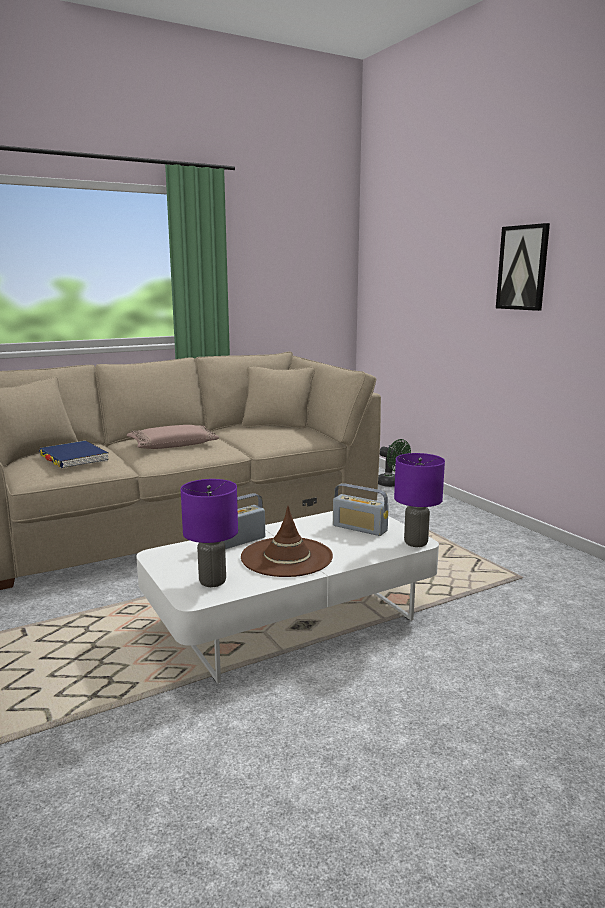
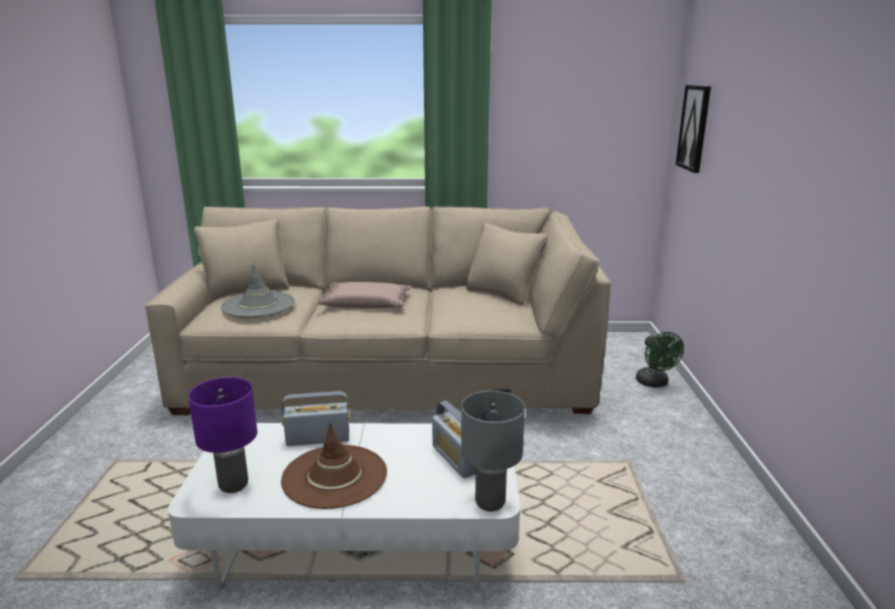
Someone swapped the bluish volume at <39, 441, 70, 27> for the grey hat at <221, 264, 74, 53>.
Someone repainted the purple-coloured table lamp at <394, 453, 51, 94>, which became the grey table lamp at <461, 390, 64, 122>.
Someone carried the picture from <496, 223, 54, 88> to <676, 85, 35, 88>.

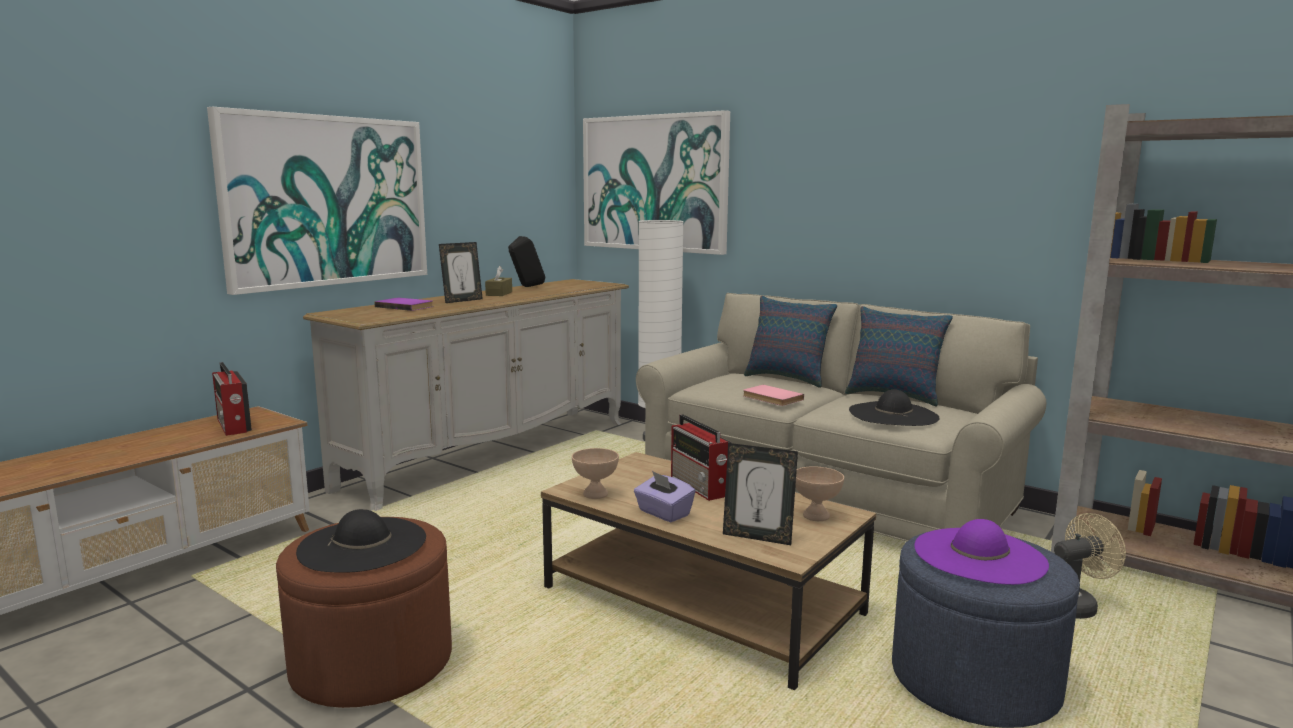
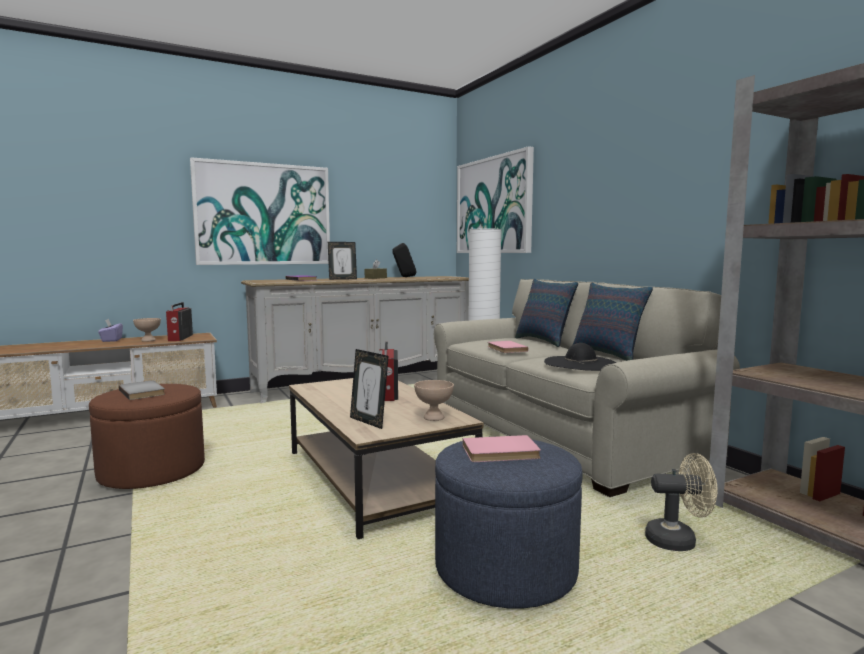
Someone carried the purple-coloured tissue holder from <634, 471, 61, 51> to <98, 319, 25, 23>.
Someone swapped the black-coloured hat at <296, 509, 130, 64> for the grey volume at <119, 380, 46, 20>.
Someone carried the beige-coloured bowl from <572, 448, 47, 51> to <133, 318, 28, 24>.
Someone swapped the purple-coloured hat at <915, 519, 134, 66> for the pink-coloured volume at <462, 435, 79, 27>.

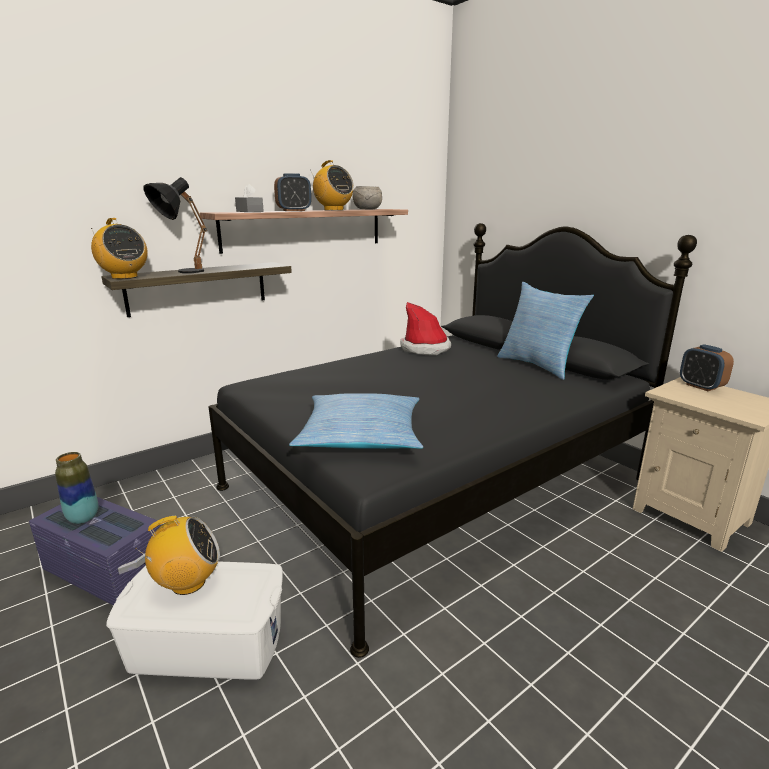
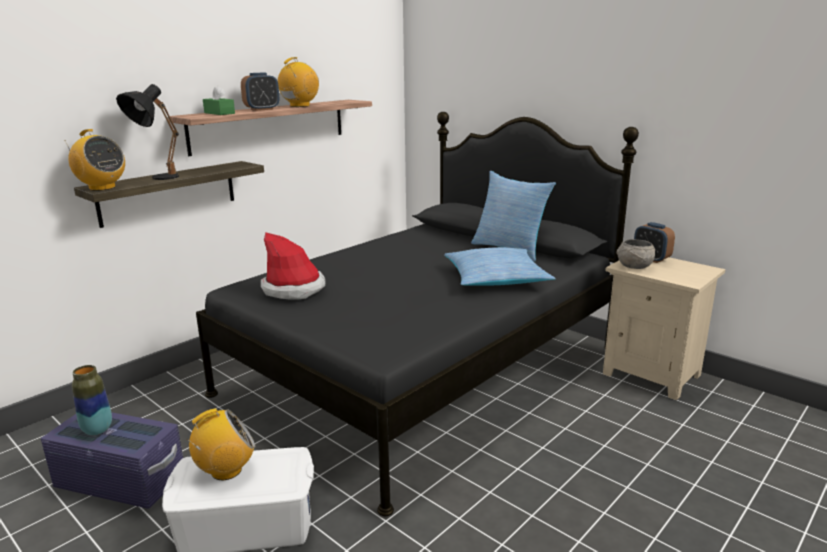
Someone repainted the grey tissue holder at <235, 183, 29, 29>, which became the greenish tissue holder at <203, 85, 32, 30>.
Someone carried the hat from <400, 302, 51, 53> to <261, 232, 65, 68>.
Someone rotated the radio set at <311, 160, 43, 51> by 90 degrees counterclockwise.
Someone carried the cushion from <289, 393, 134, 56> to <444, 247, 112, 39>.
Someone carried the grey bowl from <353, 186, 29, 24> to <616, 239, 39, 30>.

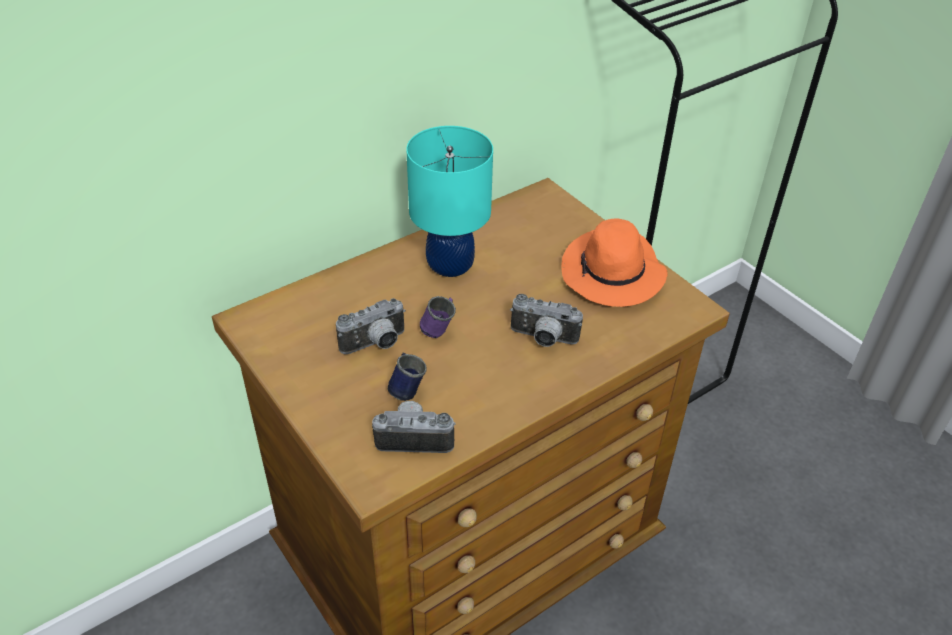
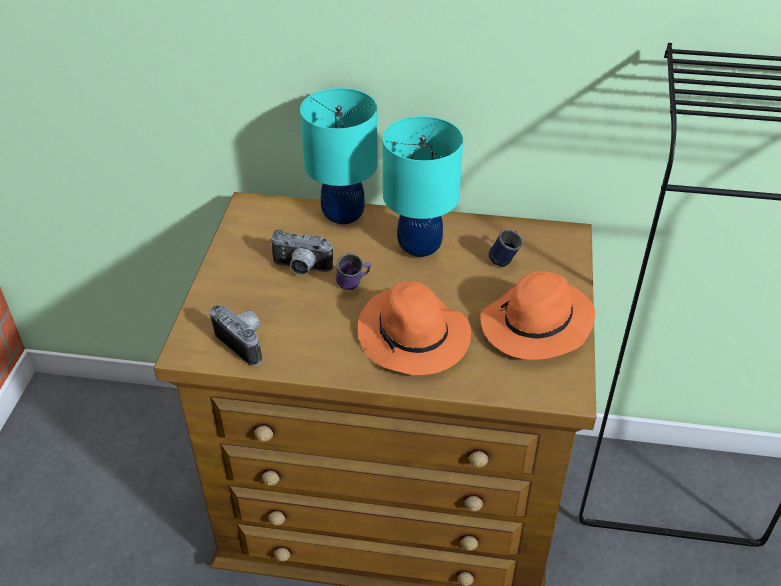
Someone put down the turquoise table lamp at <300, 88, 78, 136>.
Someone swapped the photo camera at <510, 294, 73, 53> for the orange-coloured hat at <358, 281, 113, 94>.
Someone carried the bluish tea mug from <387, 353, 40, 48> to <488, 229, 35, 38>.

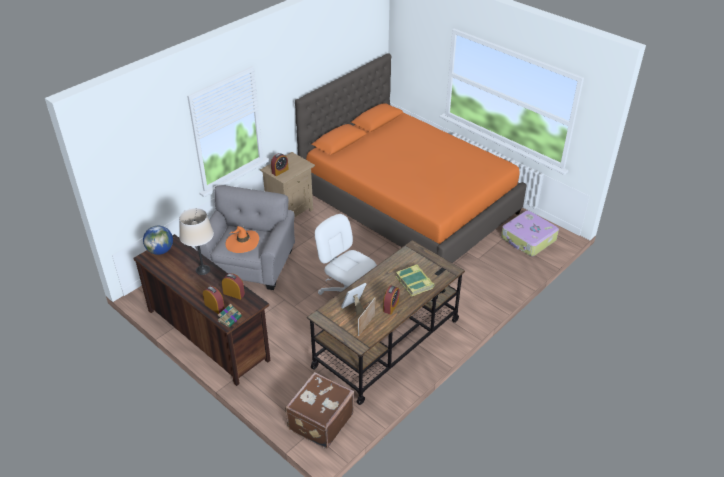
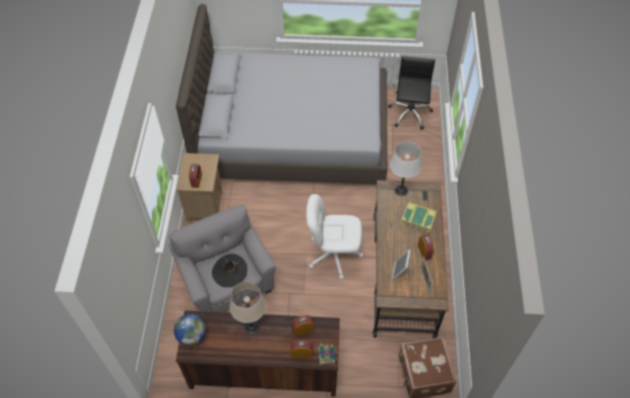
Someone repainted the orange-coloured bedroom bed at <295, 53, 231, 210>, which became the grey bedroom bed at <176, 4, 211, 181>.
Someone repainted the orange-coloured hat at <226, 225, 33, 28>, which became the black-coloured hat at <212, 254, 36, 33>.
Someone swapped the piece of luggage at <501, 210, 58, 46> for the black-coloured desk chair at <388, 56, 47, 74>.
Someone put down the white table lamp at <390, 142, 32, 54>.

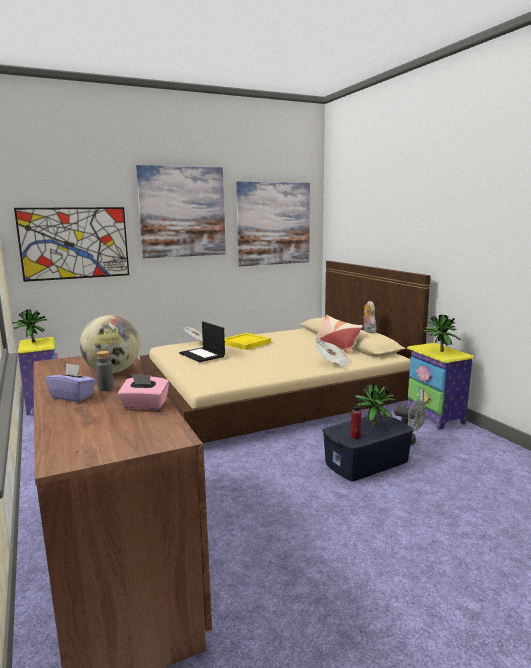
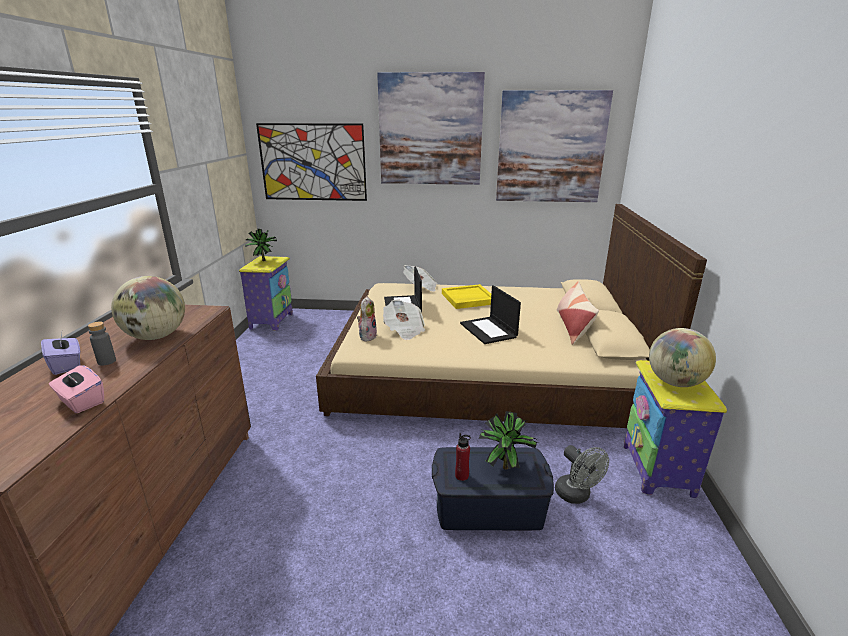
Someone carried the soft toy from <363, 301, 13, 32> to <357, 296, 20, 46>.
Someone carried the printed paper from <316, 341, 34, 27> to <383, 299, 42, 41>.
Someone put down the portable computer at <460, 285, 61, 59>.
Someone swapped the plant in a pot at <424, 315, 36, 37> for the globe at <649, 328, 67, 59>.

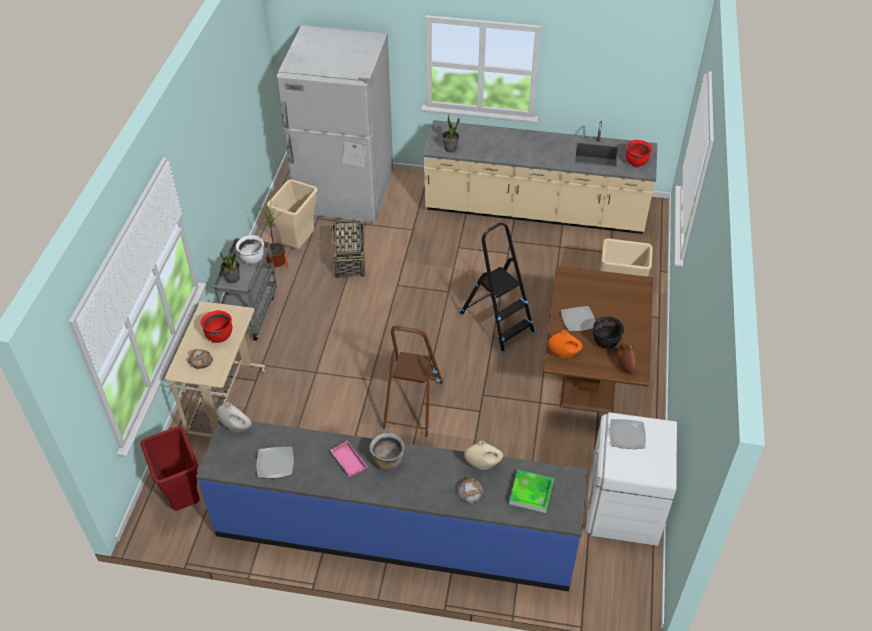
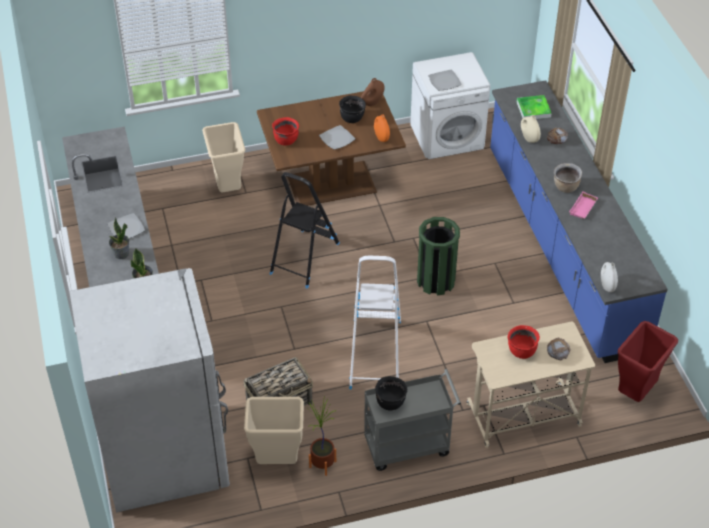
Someone carried the dinner plate from <257, 447, 37, 31> to <108, 213, 37, 25>.
Someone carried the plant in a pot from <220, 251, 20, 33> to <109, 217, 20, 42>.
Someone carried the red-coloured stockpot from <626, 140, 26, 27> to <272, 117, 27, 29>.
Someone put down the white stepladder at <349, 256, 52, 134>.
Someone repainted the white stockpot at <236, 235, 28, 29>, which became the black-coloured stockpot at <375, 376, 32, 34>.
Someone swapped the brownish stepladder at <382, 326, 61, 114> for the greenish waste bin at <417, 217, 43, 79>.

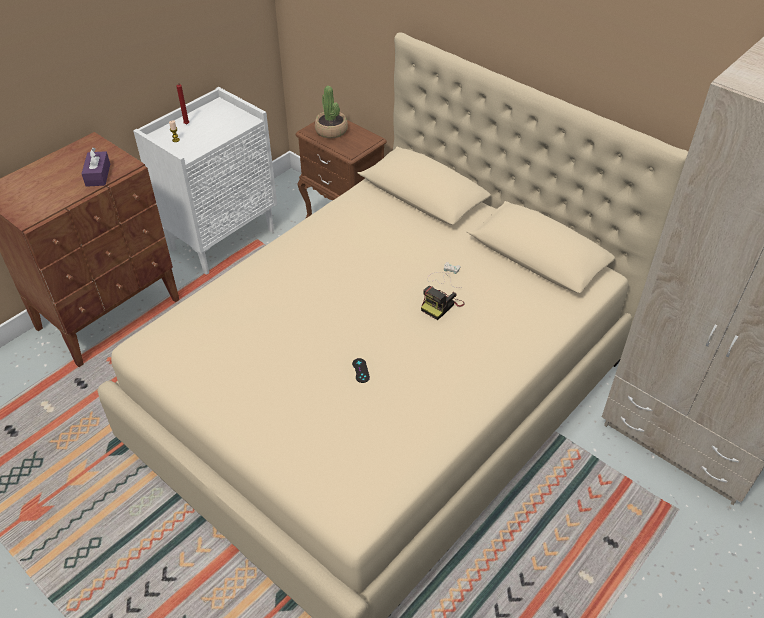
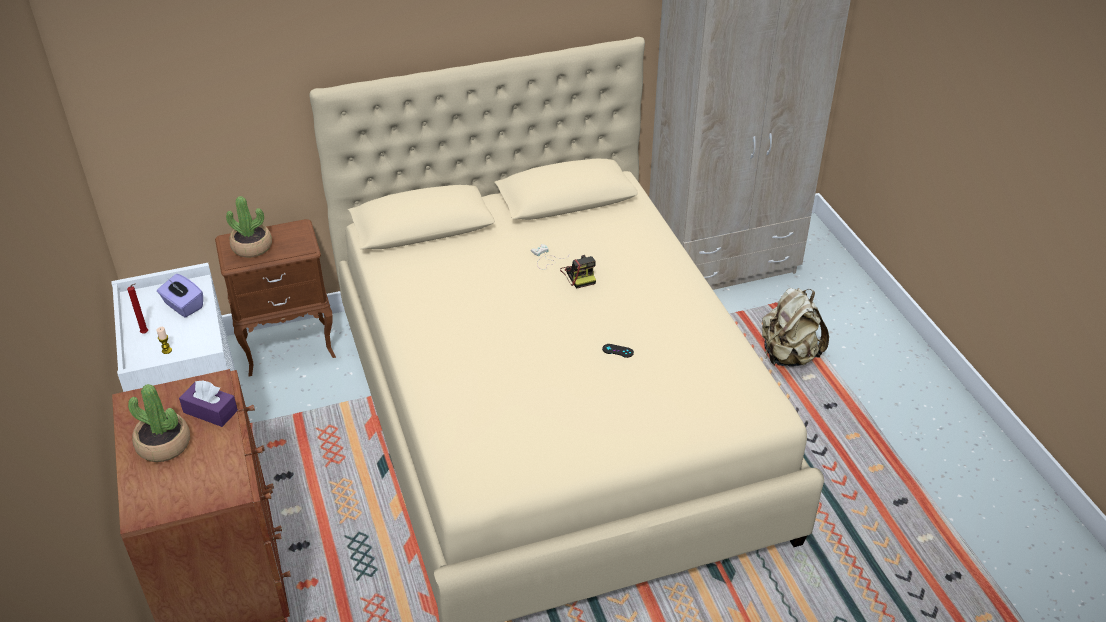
Someone put down the plant in a pot at <128, 384, 62, 78>.
Someone put down the purple-coloured tissue holder at <157, 274, 46, 43>.
Someone put down the beige-coloured knapsack at <762, 288, 67, 79>.

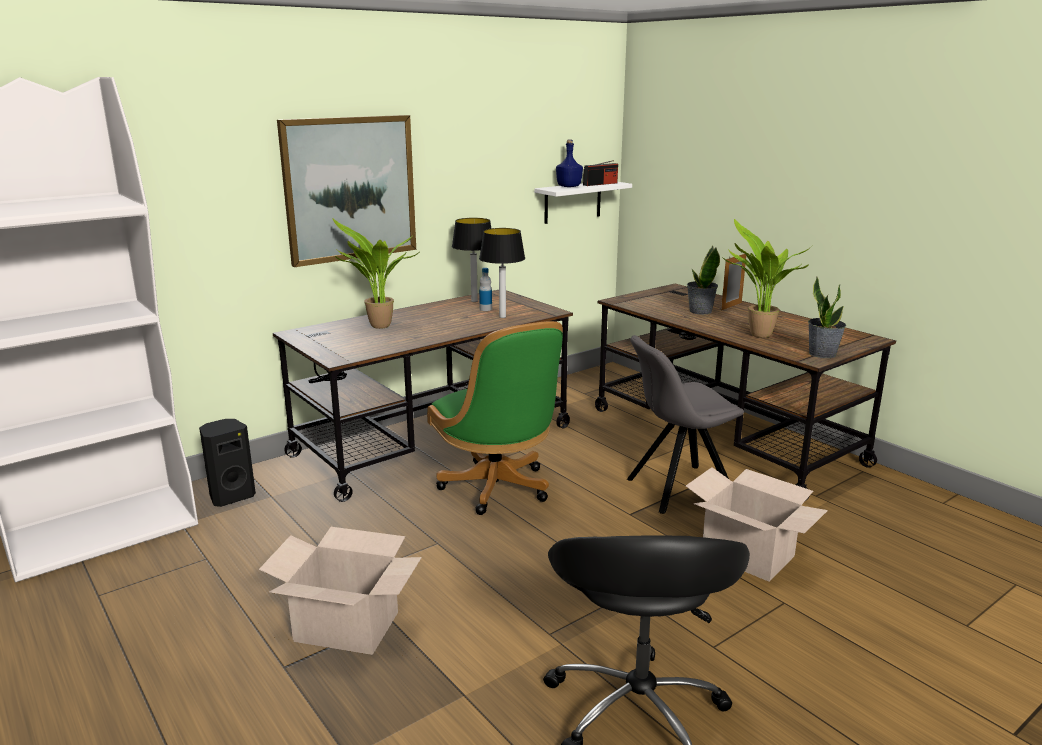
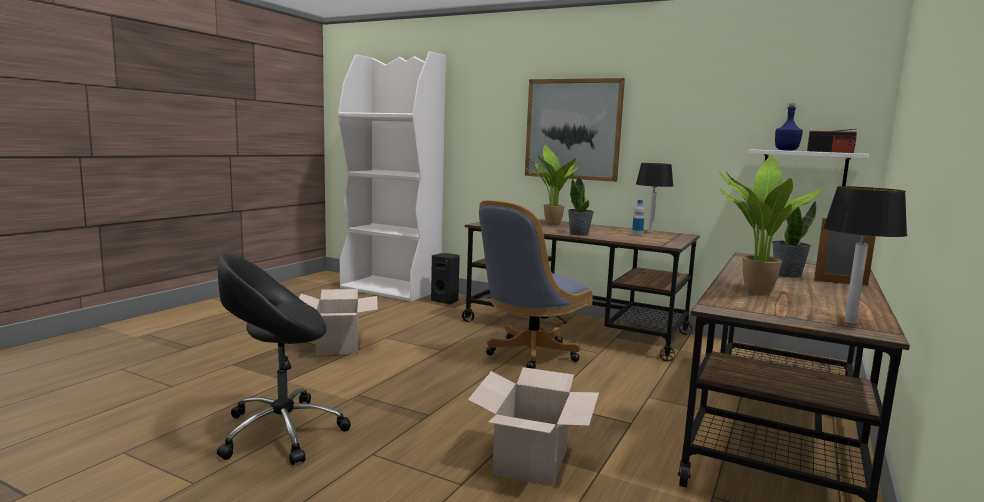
Someone repainted the greenish desk chair at <427, 321, 136, 194>, which became the bluish desk chair at <479, 200, 114, 169>.
Someone carried the plant in a pot from <808, 276, 38, 82> to <568, 176, 26, 60>.
Someone carried the table lamp from <479, 228, 46, 90> to <823, 186, 84, 138>.
Someone took away the grey plain chair at <627, 335, 117, 179>.

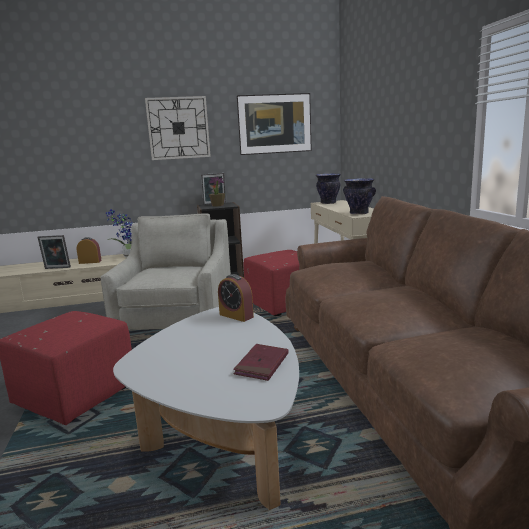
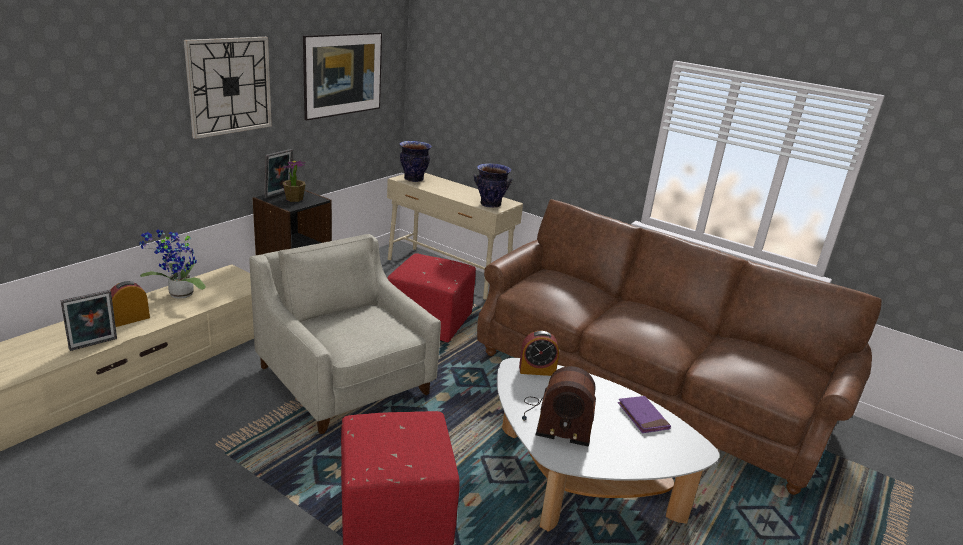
Someone put down the radio set at <522, 366, 74, 81>.
Someone repainted the red-coloured volume at <233, 344, 56, 37>, which became the purple-coloured volume at <618, 396, 53, 37>.

